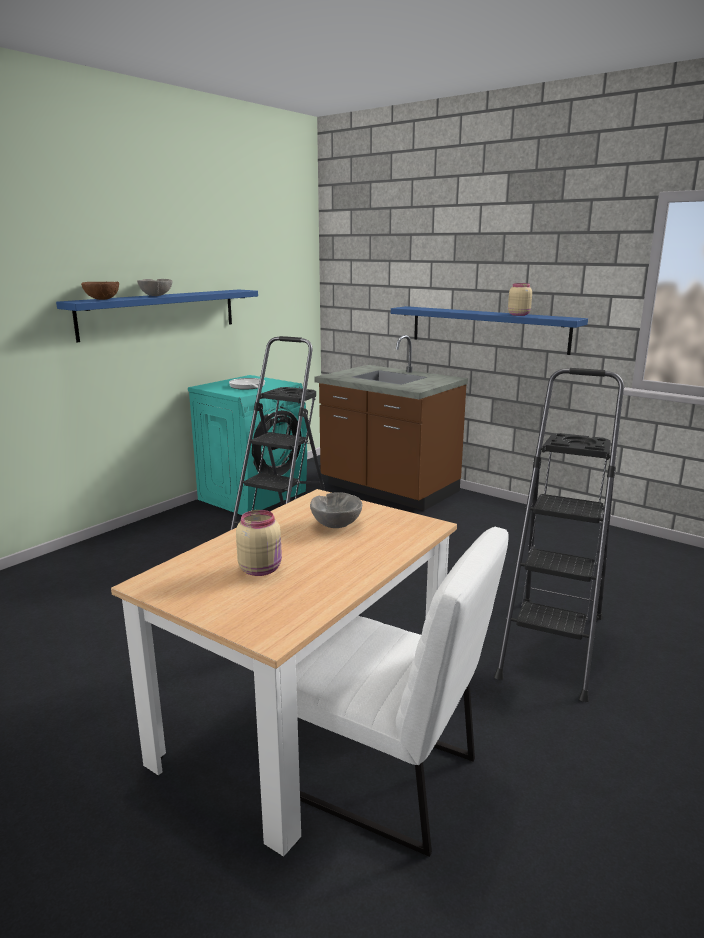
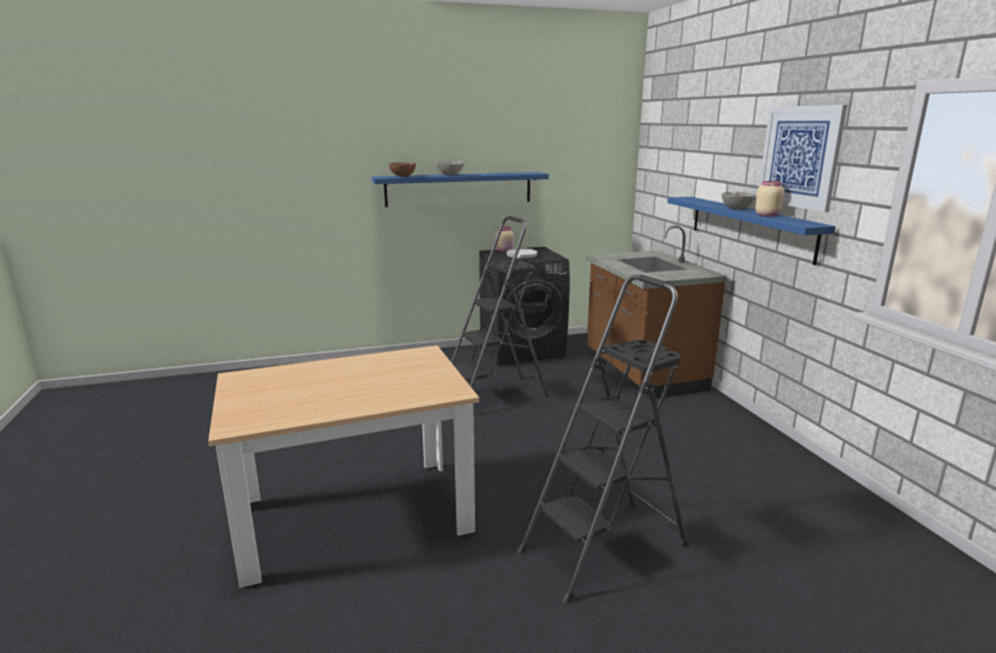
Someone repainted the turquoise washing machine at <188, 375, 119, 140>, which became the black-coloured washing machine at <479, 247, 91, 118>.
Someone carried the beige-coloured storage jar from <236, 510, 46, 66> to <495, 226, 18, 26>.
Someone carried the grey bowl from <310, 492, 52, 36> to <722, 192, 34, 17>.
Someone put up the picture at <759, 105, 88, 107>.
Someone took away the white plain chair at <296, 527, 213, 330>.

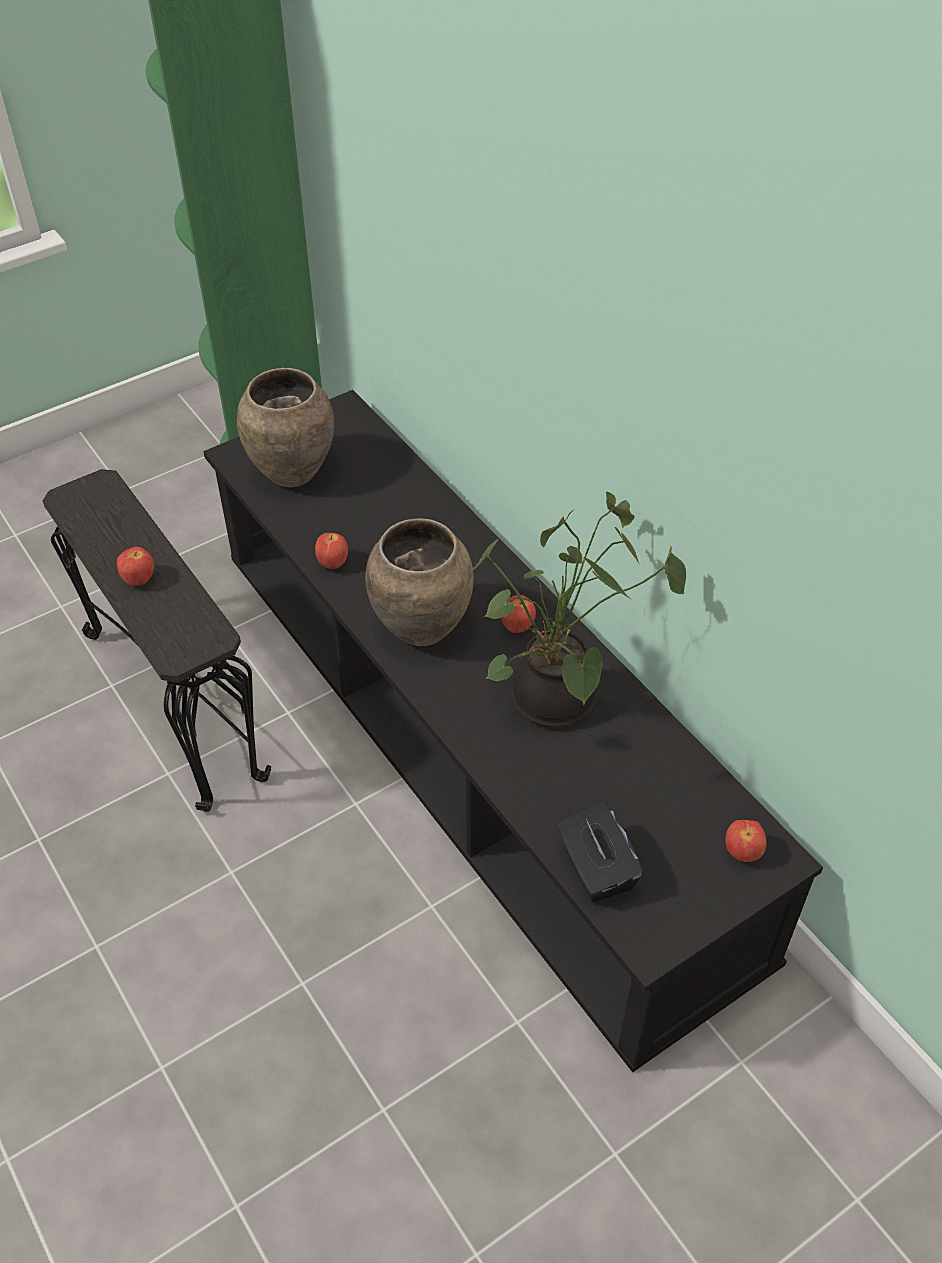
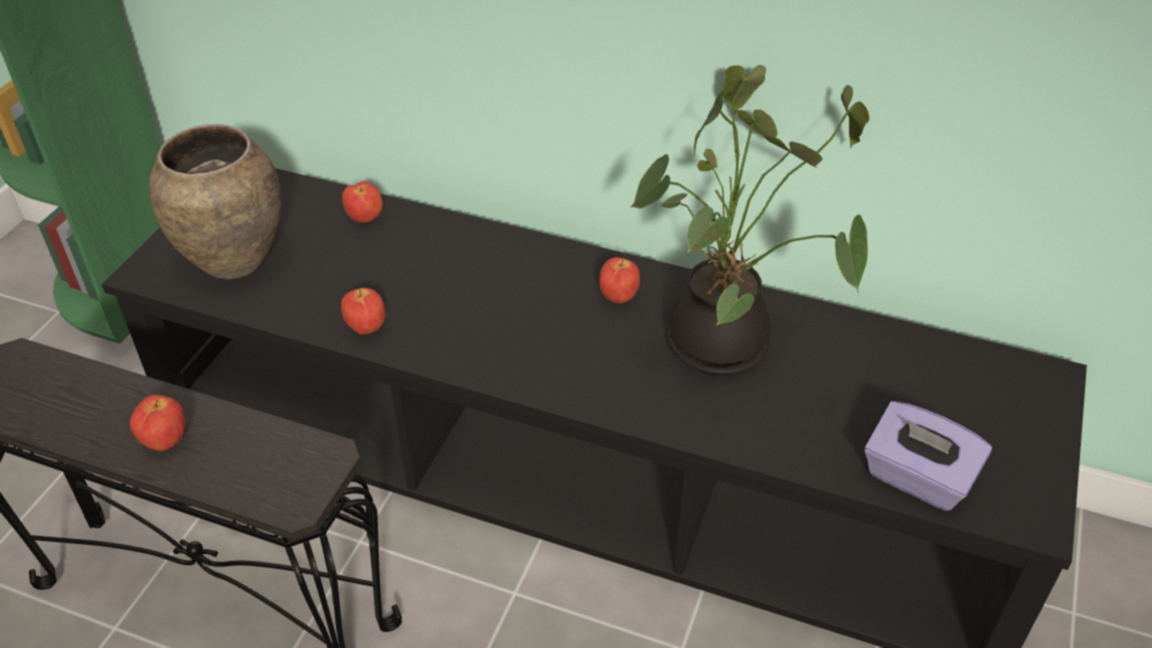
Someone carried the apple fruit from <725, 820, 41, 42> to <342, 181, 41, 42>.
Someone repainted the black-coloured tissue holder at <558, 802, 85, 100>, which became the purple-coloured tissue holder at <864, 401, 128, 110>.
Someone took away the brownish vase at <365, 518, 109, 128>.

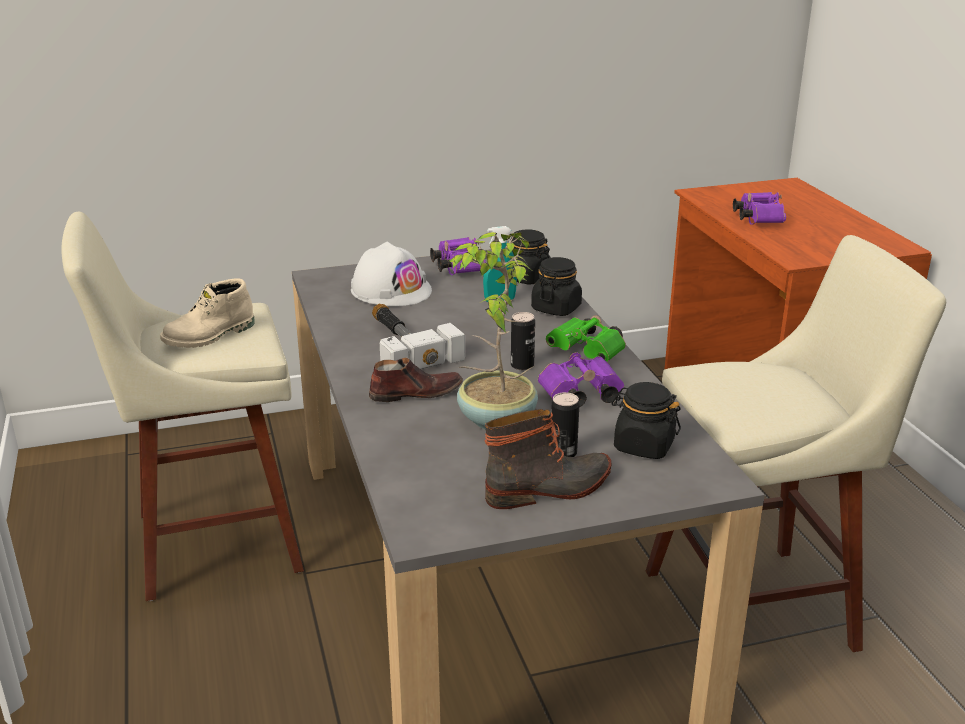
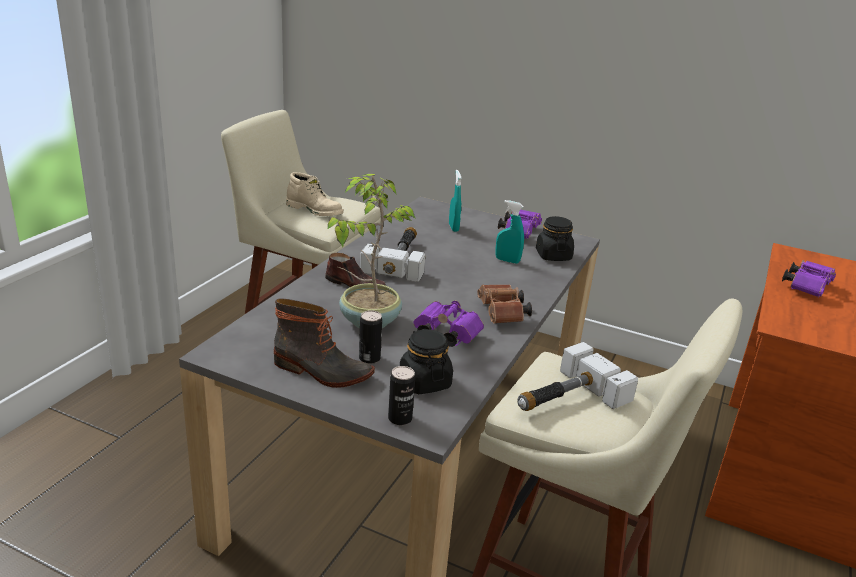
Someone rotated the beige-coloured tall boot at <160, 278, 95, 70> by 150 degrees counterclockwise.
Someone carried the sealed can from <511, 312, 24, 58> to <388, 366, 27, 59>.
Someone swapped the white hard hat at <351, 242, 81, 64> for the turquoise spray bottle at <449, 170, 13, 62>.
Someone repainted the greenish pair of binoculars at <546, 315, 80, 47>, which became the brownish pair of binoculars at <477, 284, 55, 40>.
Someone put down the hammer at <518, 342, 120, 69>.
Someone took away the black-coloured storage jar at <531, 257, 51, 59>.

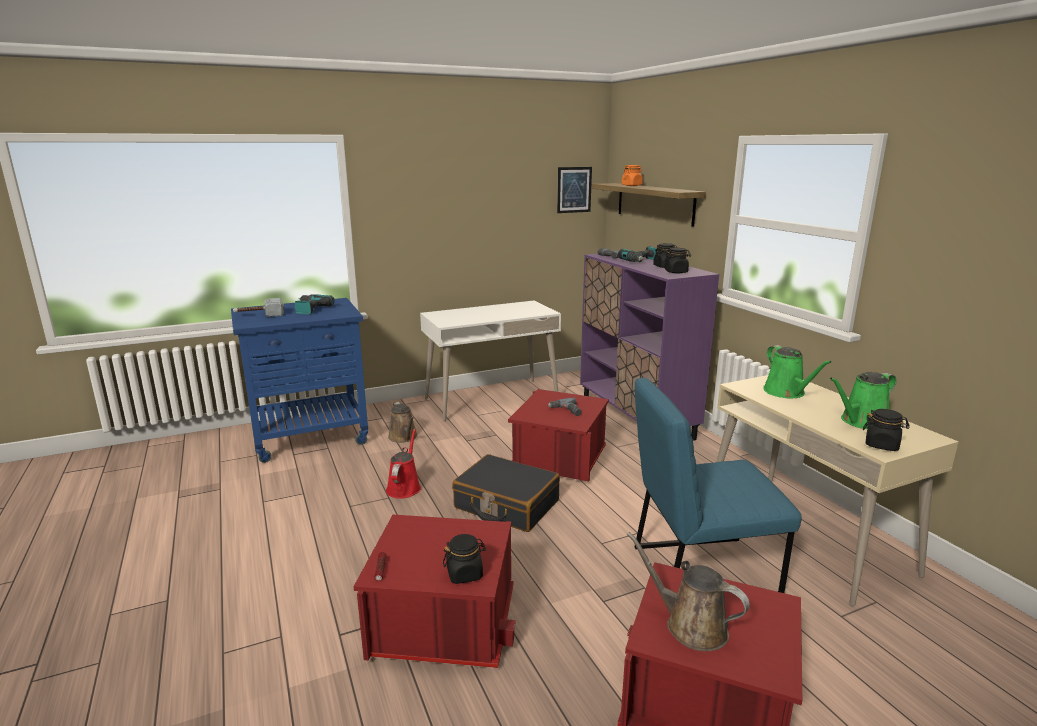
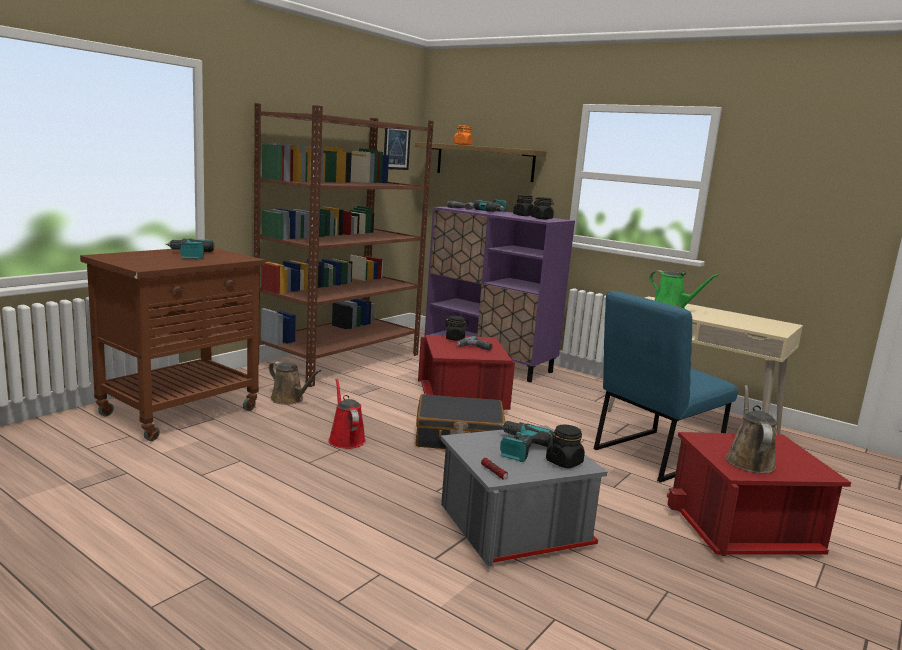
Someone repainted the bluish cart at <231, 298, 137, 165>, which became the brownish cart at <80, 248, 185, 193>.
Someone swapped the white desk table at <420, 301, 141, 120> for the brownish bookcase at <254, 103, 180, 284>.
Someone repainted the red-coloured storage container at <354, 515, 161, 153>, which became the grey storage container at <440, 425, 167, 142>.
Someone carried the black-coloured storage jar from <863, 409, 47, 42> to <444, 316, 25, 25>.
Someone put down the power drill at <499, 421, 55, 41>.
Someone rotated the brownish sprinkling can at <627, 532, 123, 119> by 90 degrees clockwise.
Someone took away the hammer at <233, 298, 51, 19>.
Someone took away the greenish sprinkling can at <830, 372, 67, 57>.

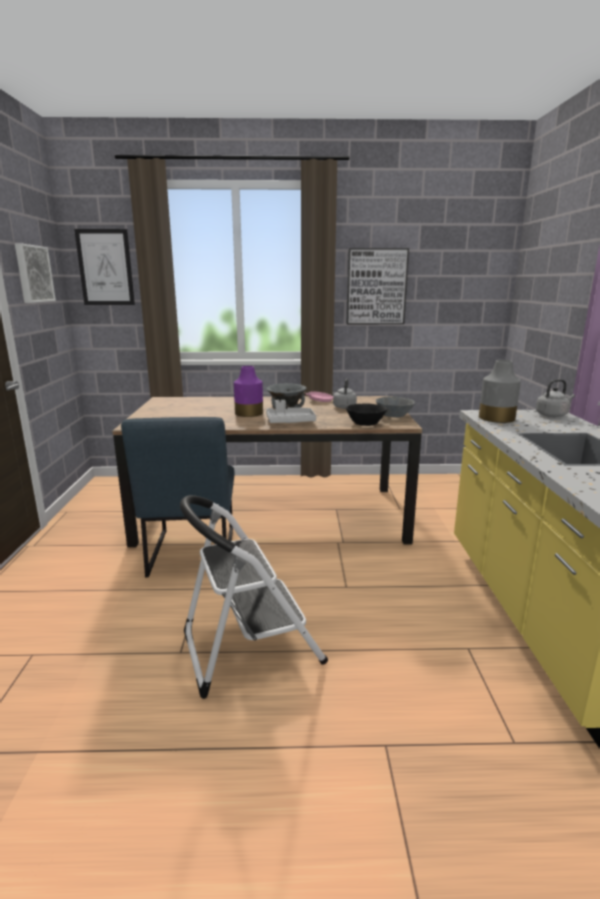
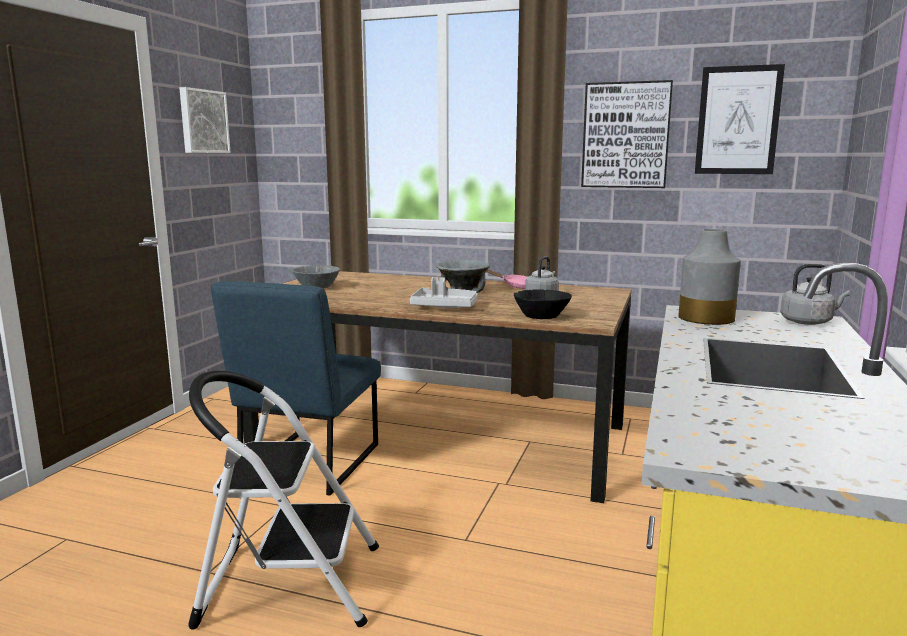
Someone carried the grey bowl from <376, 396, 39, 21> to <292, 265, 48, 24>.
Someone carried the picture from <74, 229, 61, 76> to <695, 64, 90, 110>.
Someone took away the purple-coloured vase at <234, 366, 29, 51>.

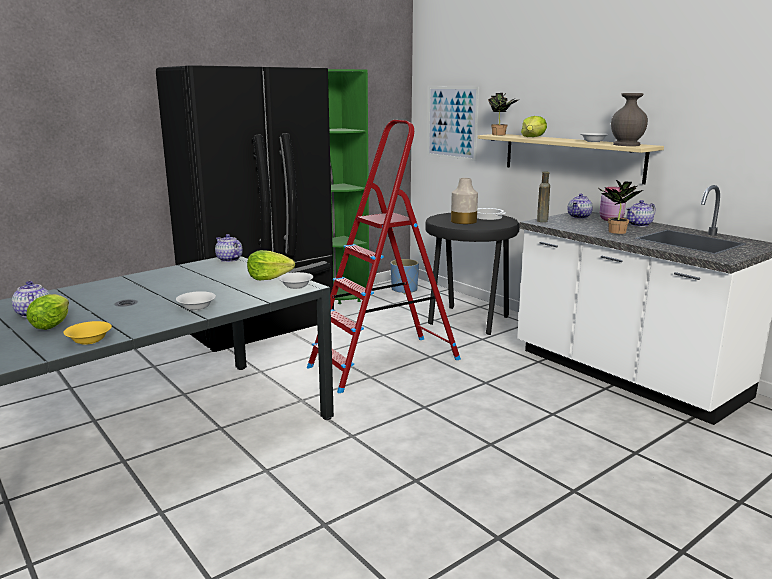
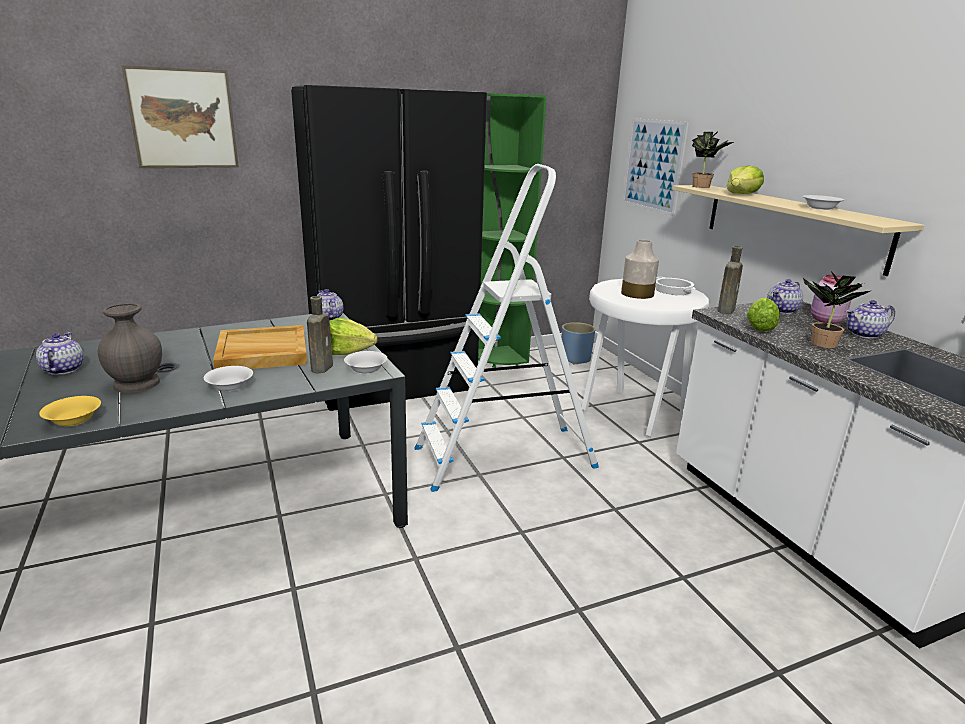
Someone carried the grey vase from <611, 93, 37, 53> to <97, 303, 65, 90>.
Someone put up the picture at <121, 65, 118, 103>.
Someone put down the beige-coloured serving tray at <213, 325, 94, 44>.
Someone put down the brownish bottle at <307, 296, 26, 78>.
Someone repainted the red-coloured stepladder at <307, 120, 154, 273>, which became the white stepladder at <414, 164, 185, 328>.
Someone repainted the black-coloured stool at <425, 213, 95, 122>, which became the white stool at <582, 279, 128, 159>.
Someone carried the lettuce from <26, 294, 43, 36> to <747, 298, 33, 34>.

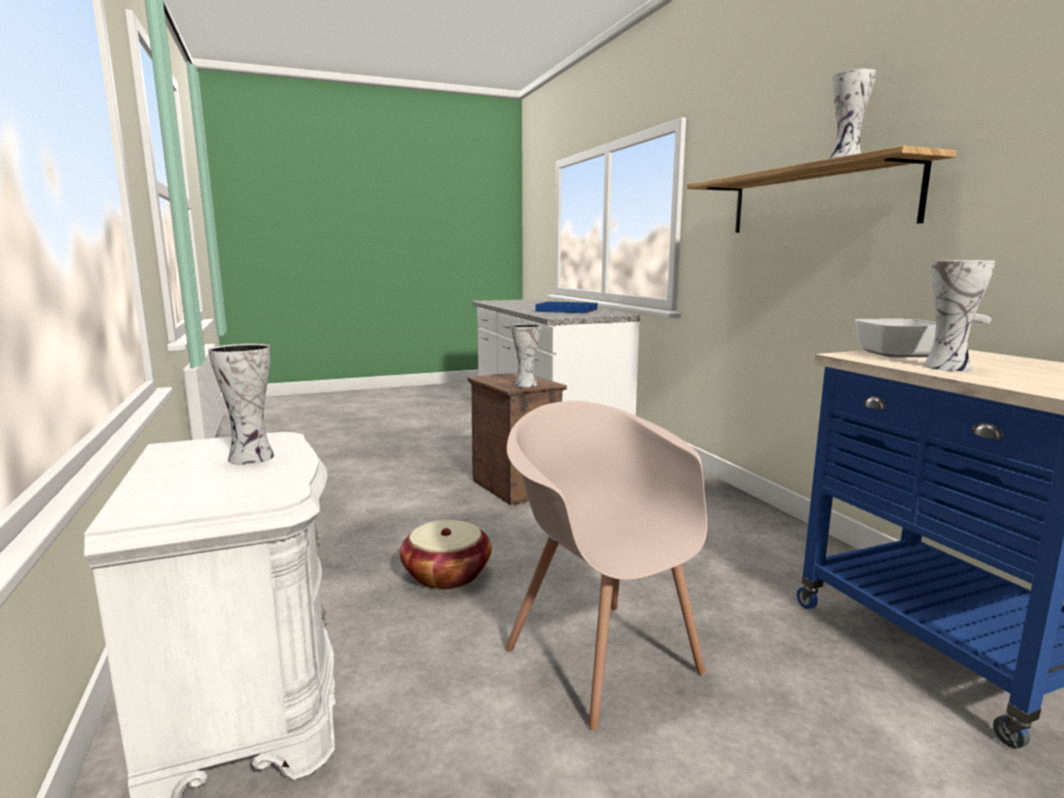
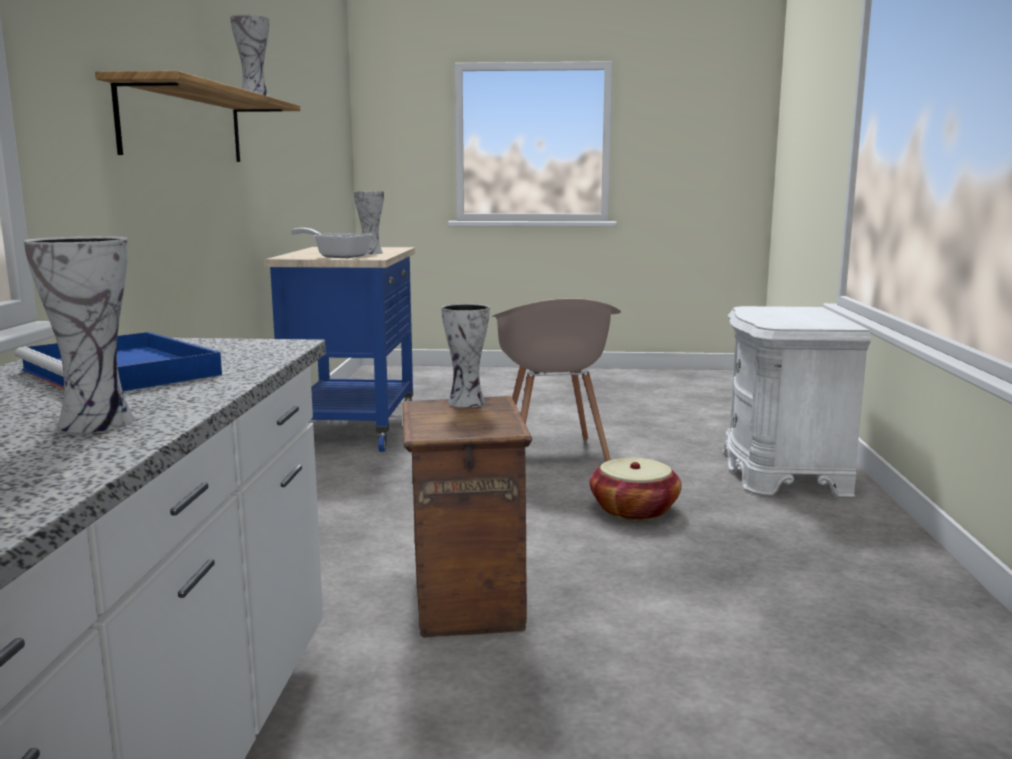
Someone carried the vase from <208, 344, 66, 121> to <24, 236, 111, 197>.

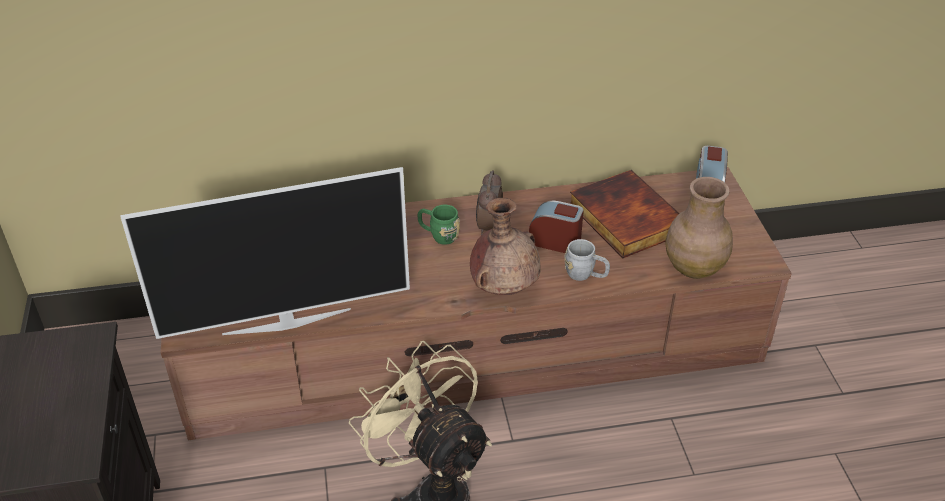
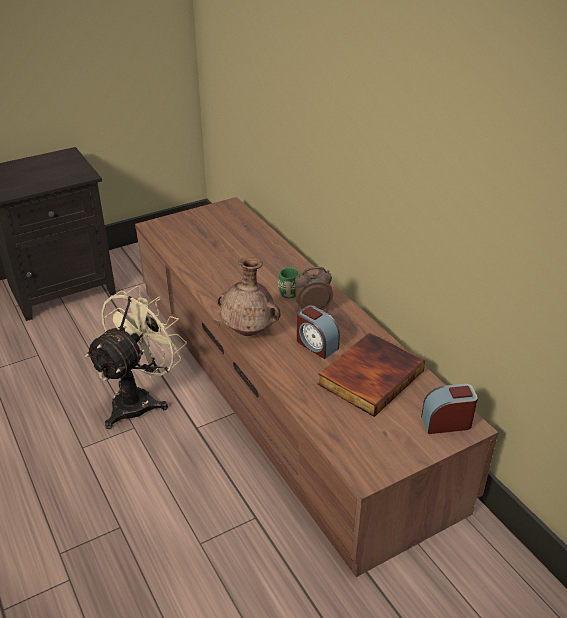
Someone rotated the alarm clock at <529, 200, 55, 53> by 135 degrees clockwise.
Someone took away the television at <120, 167, 290, 172>.
Someone took away the grey tea mug at <565, 239, 45, 42>.
Someone took away the brownish vase at <665, 177, 68, 102>.

